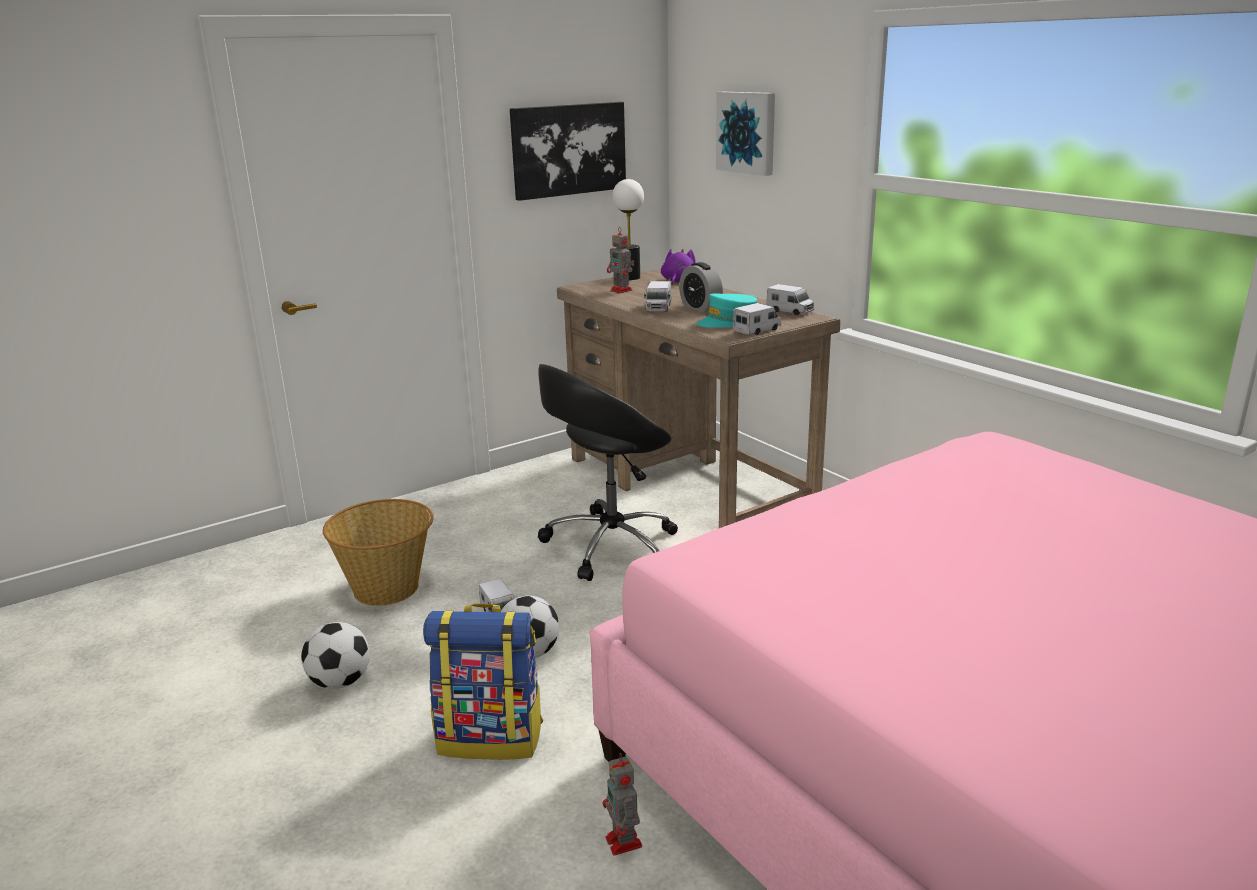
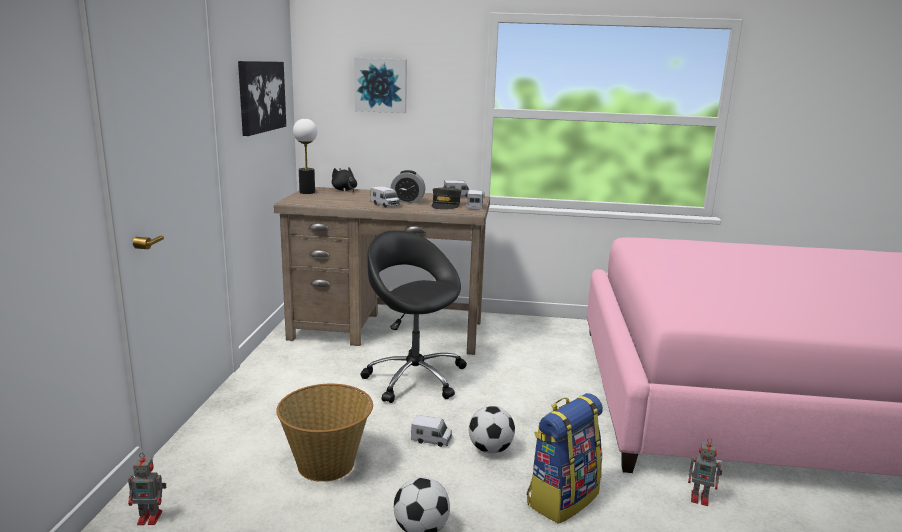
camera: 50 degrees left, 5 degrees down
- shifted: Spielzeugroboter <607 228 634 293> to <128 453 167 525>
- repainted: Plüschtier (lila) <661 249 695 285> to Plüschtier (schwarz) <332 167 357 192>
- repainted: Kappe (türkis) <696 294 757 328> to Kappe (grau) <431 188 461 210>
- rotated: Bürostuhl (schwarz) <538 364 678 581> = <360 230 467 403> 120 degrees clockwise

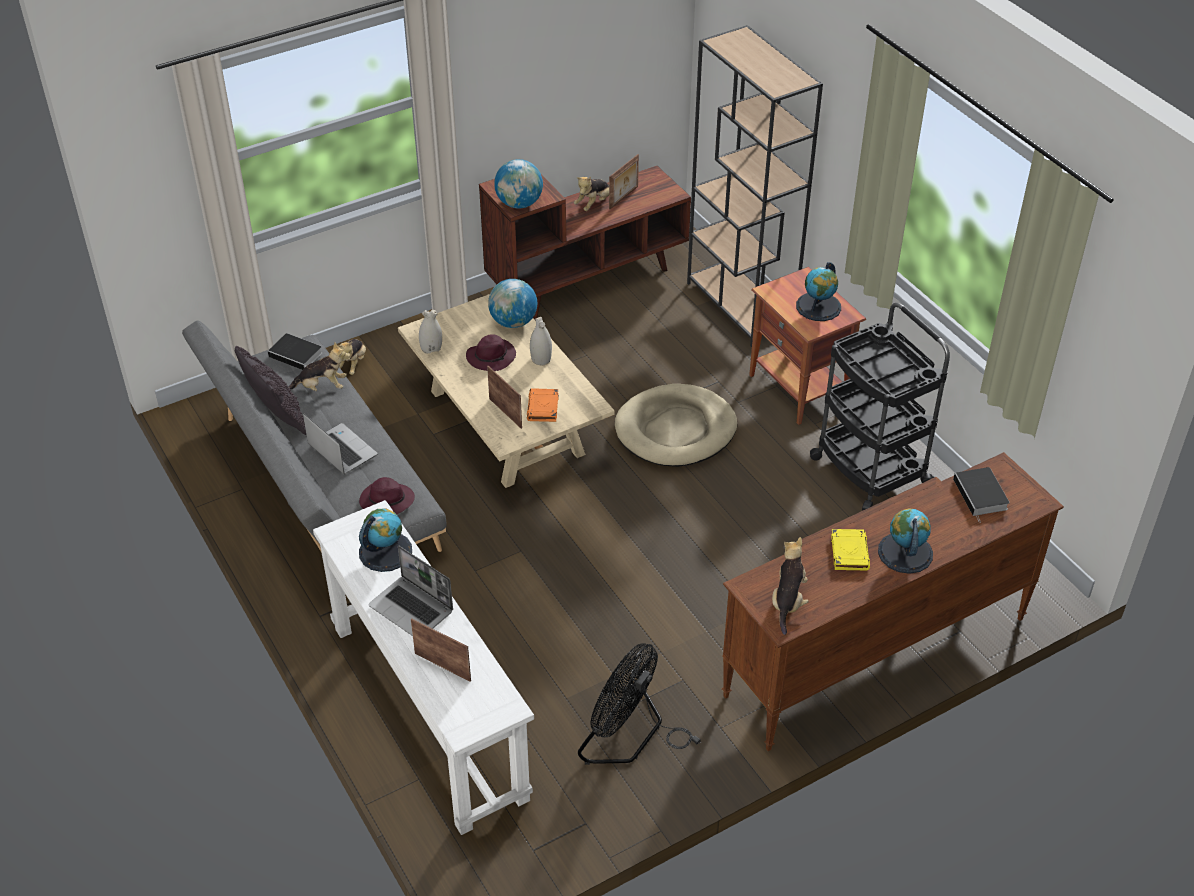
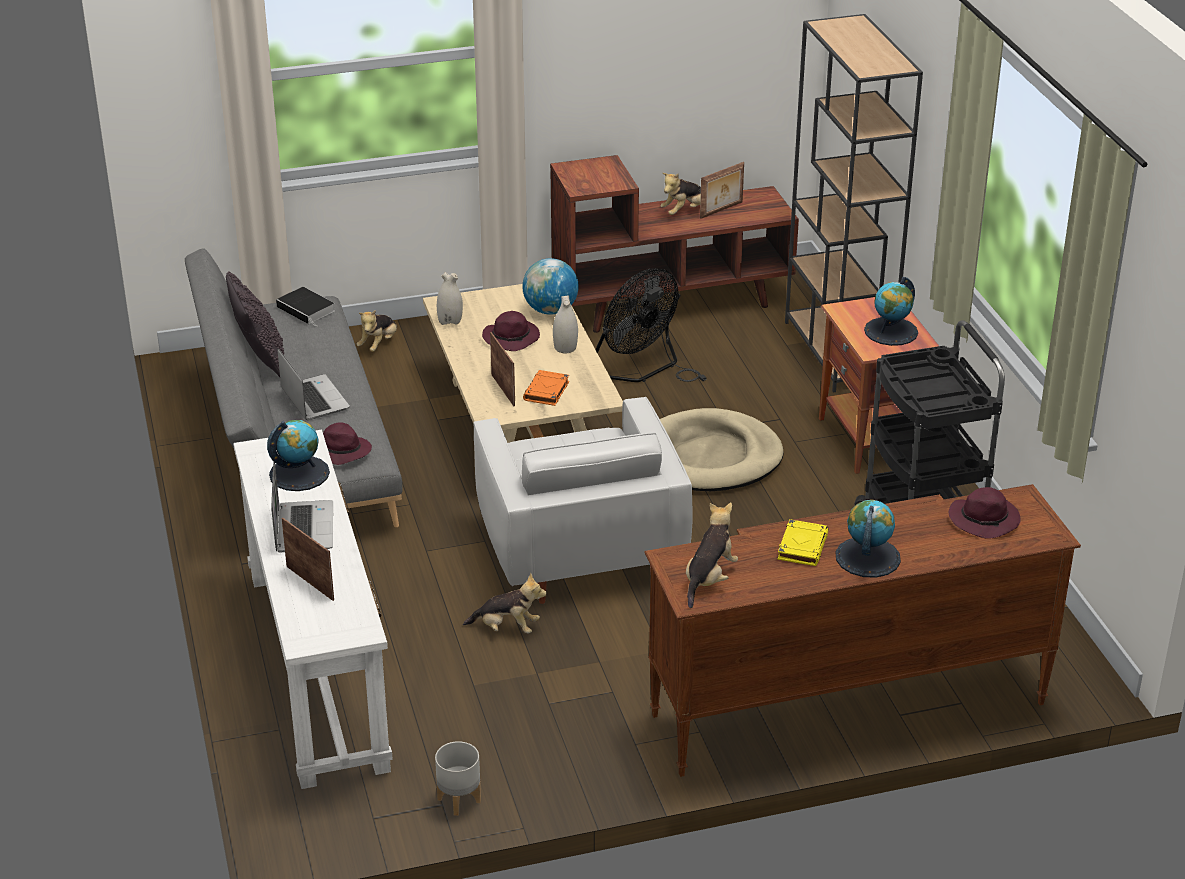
camera: 15 degrees right, 10 degrees down
- gone: Globus <494 159 543 208>
- shifted: Plüschtier <288 342 350 391> to <463 572 547 634>
- swapped: Buch <953 467 1010 523> to Hut (lila) <949 487 1021 539>
- rotated: Laptop <368 545 453 636> = <271 461 333 552> 150 degrees counterclockwise
- shifted: Ventilator (schwarz) <578 643 701 765> to <595 268 707 382>
- new: Sessel (weiß) <474 397 692 604>
- new: Pflanzkübel (grau) <435 741 481 816>

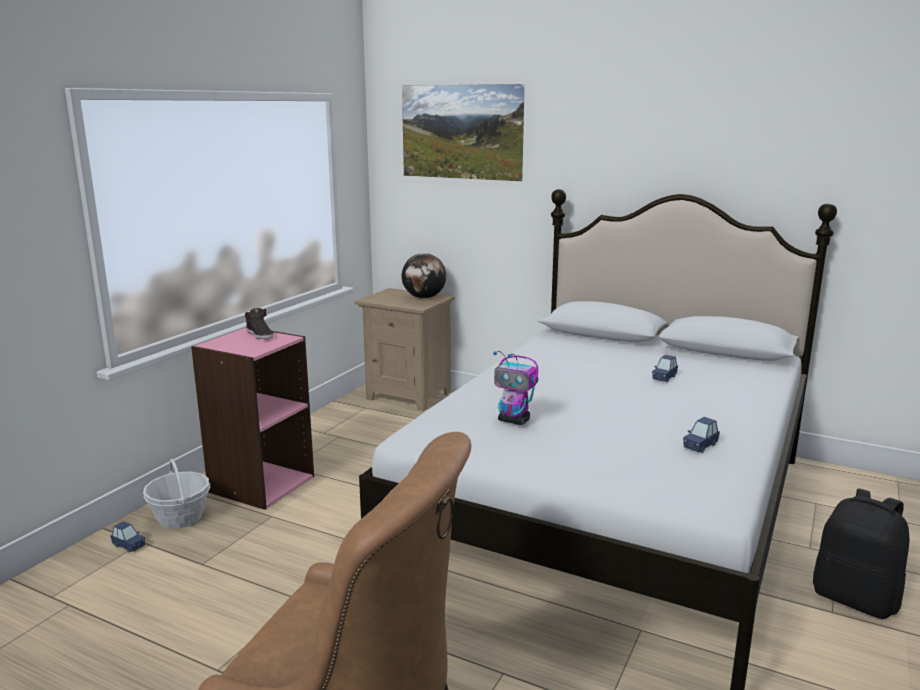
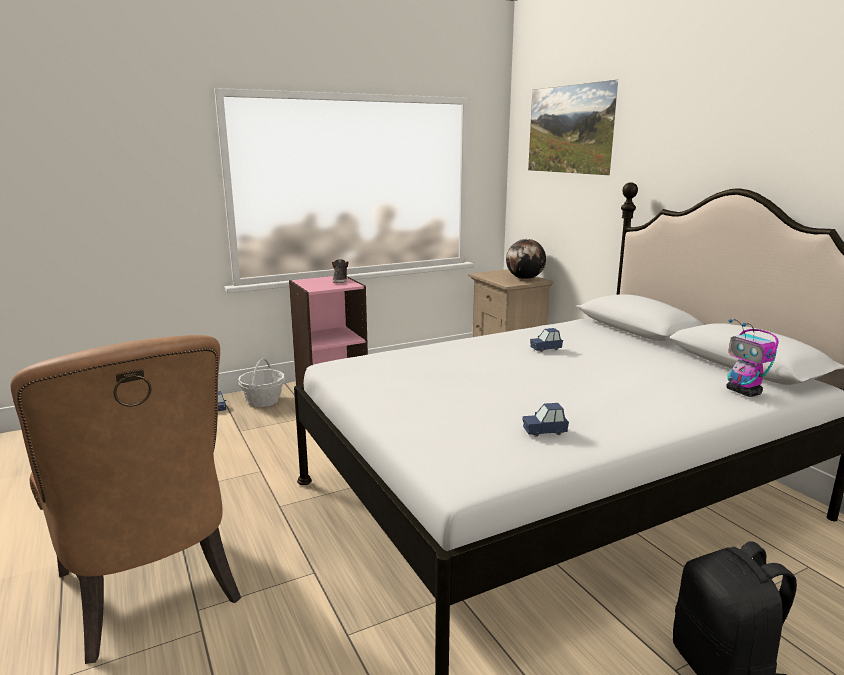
camera: 35 degrees right, 0 degrees up
- shifted: Spielzeugroboter <493 351 538 425> to <726 319 779 397>
- shifted: Spielzeugauto (blau) <652 355 678 382> to <530 328 563 352>

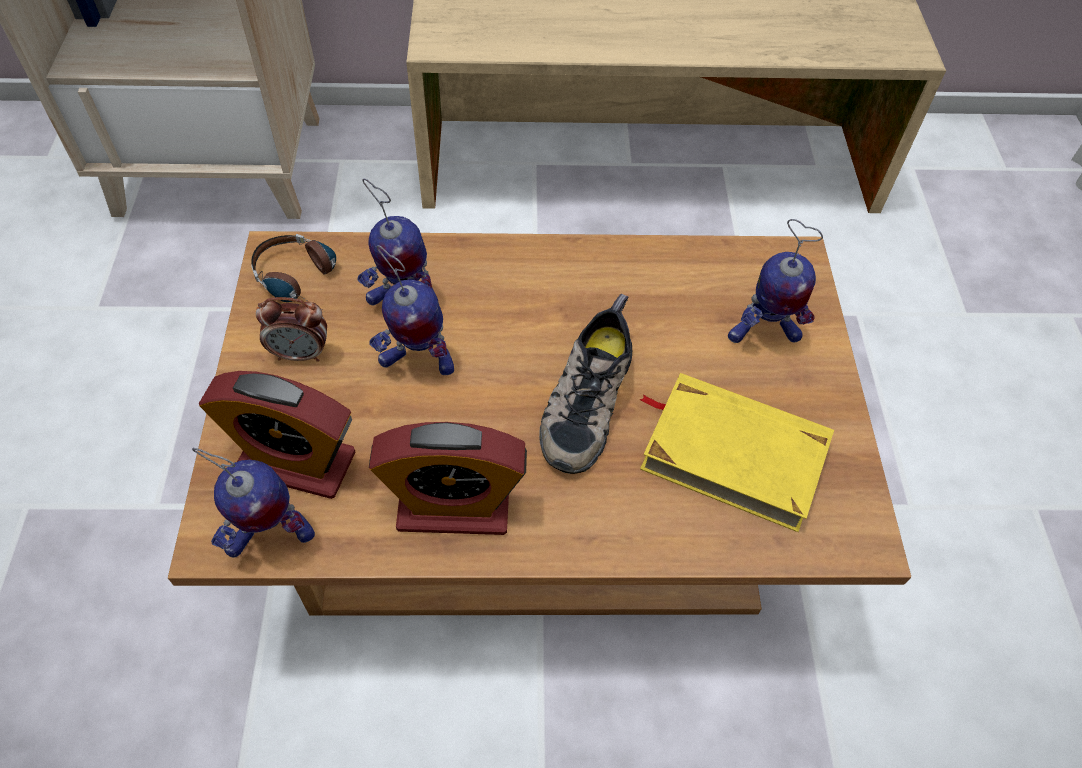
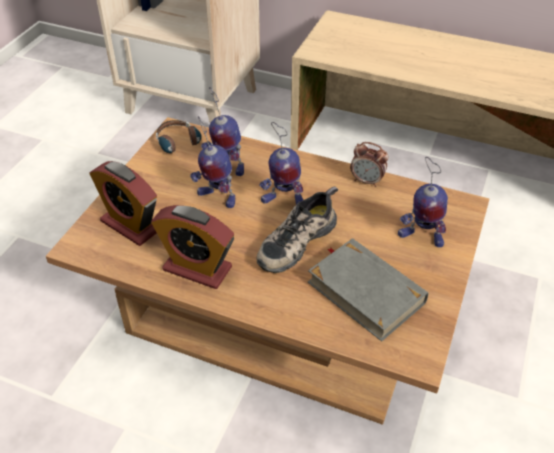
camera: 25 degrees right, 10 degrees down
- shifted: Wecker <256 297 327 362> to <350 142 388 187>
- repainted: Buch (gelb) <639 373 834 532> to Buch (grau) <308 238 428 341>
- shifted: Spielzeugroboter <192 448 315 558> to <259 122 303 205>

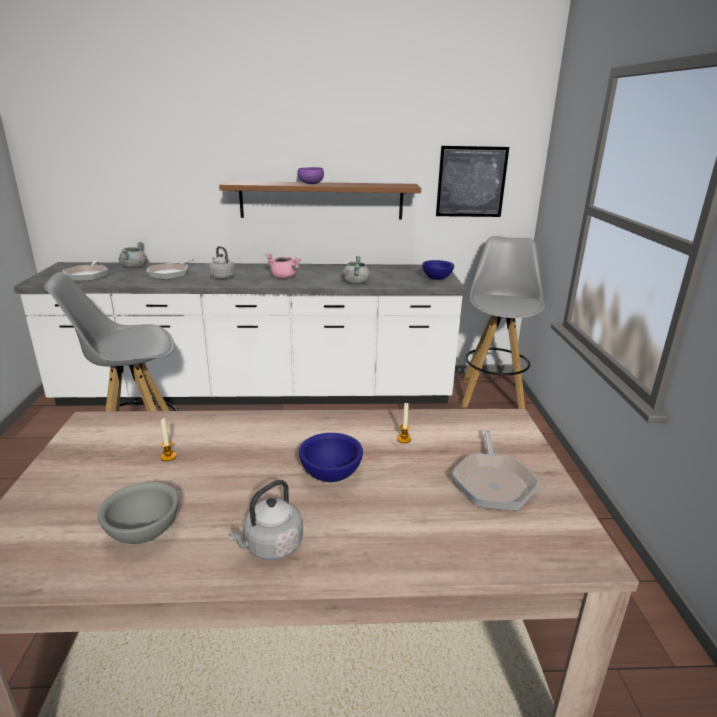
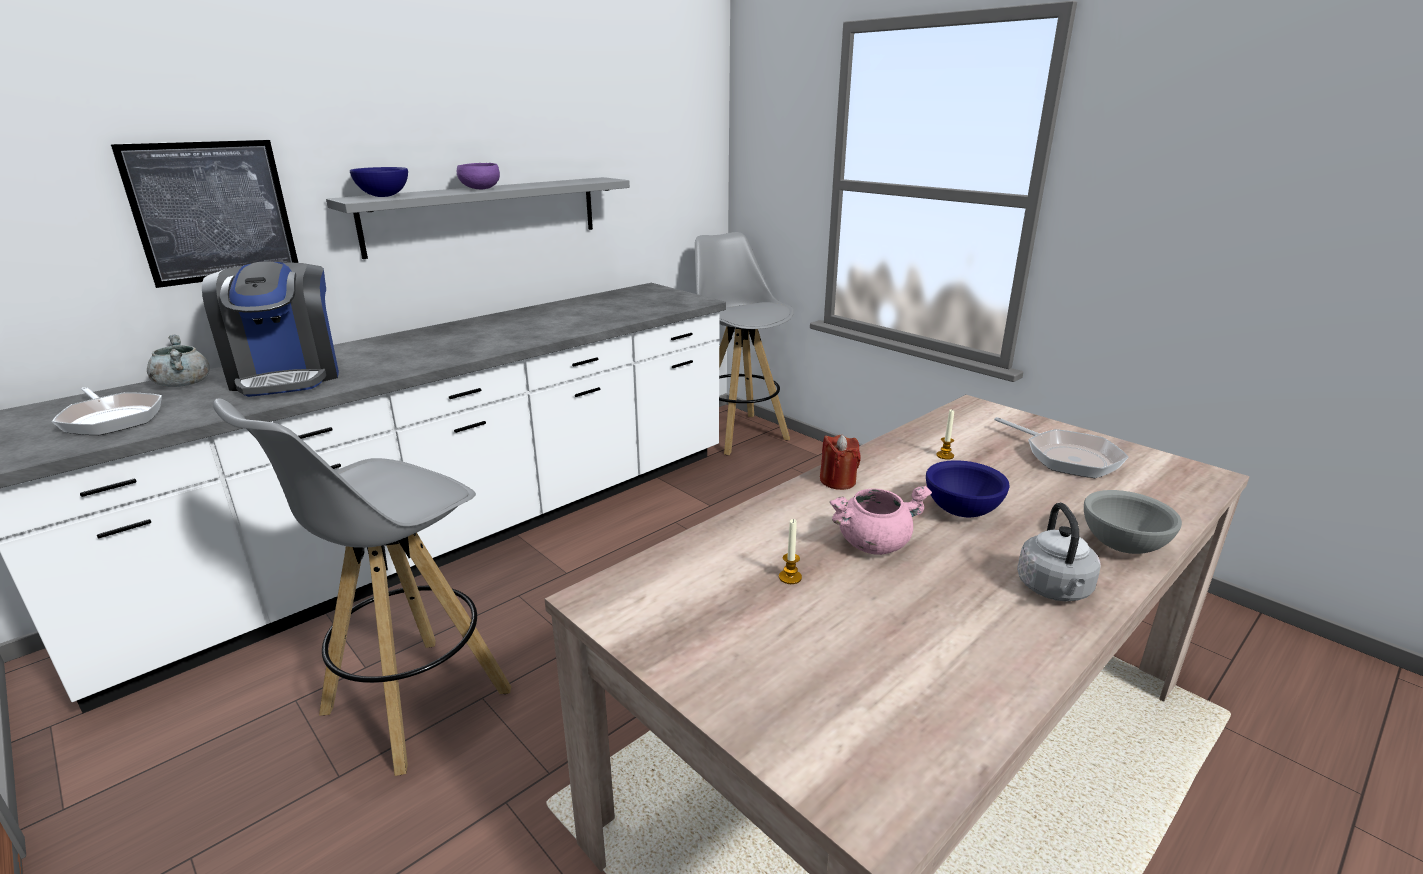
camera: 40 degrees left, 0 degrees up
- shifted: Bild <436 146 509 217> to <111 140 298 288>
- repainted: Wandregal (braun) <219 181 421 220> to Wandregal (grau) <326 177 630 259>
- gone: Wasserkessel (grau) <209 246 235 279>
- shifted: Kochtopf (rosa) <265 253 301 279> to <830 485 932 555>
- gone: Kochtopf (grau) <342 256 370 284>
- swapped: Pfanne <147 259 194 280> to Kaffeemaschine <202 261 339 397>
- shifted: Schüssel (blau) <422 260 454 280> to <350 167 408 197>
- shifted: Schüssel (grau) <98 482 178 544> to <1084 490 1182 554>
- new: Kerze (rot) <820 434 861 490>

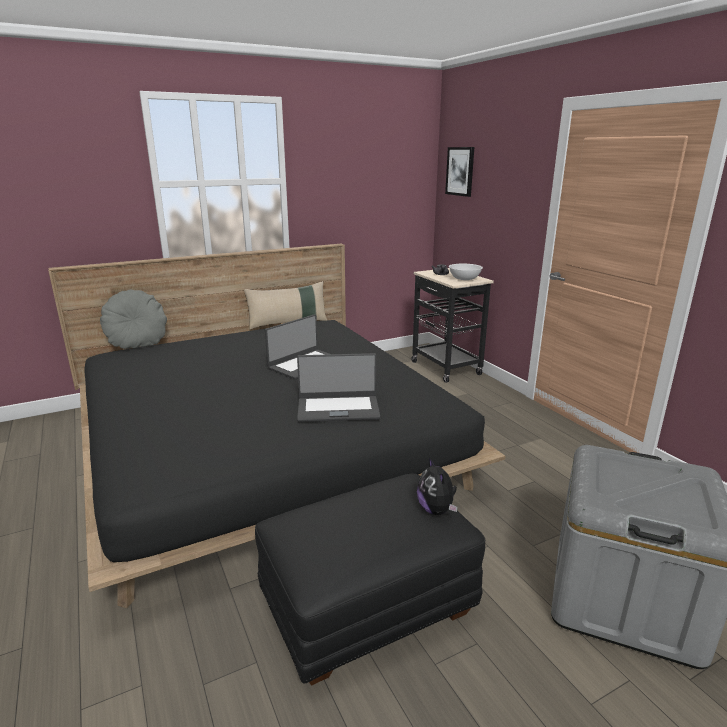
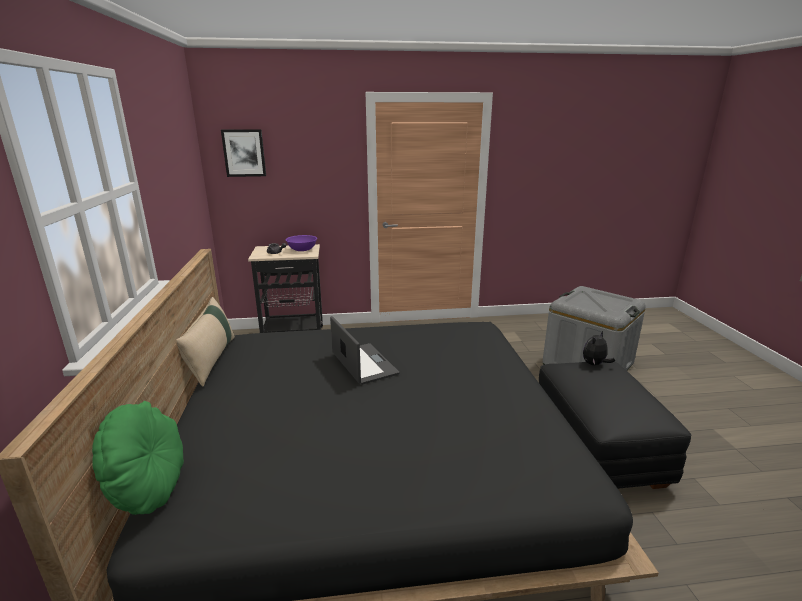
camera: 70 degrees left, 0 degrees up
- repainted: Schüssel (weiß) <449 264 483 280> to Schüssel (lila) <286 235 317 251>
- repainted: Kissen (grau) <100 290 167 349> to Kissen (grün) <92 401 184 515>
- gone: Laptop <297 353 380 422>
- rotated: Plüschtier <417 457 458 515> = <583 331 615 365> 135 degrees clockwise

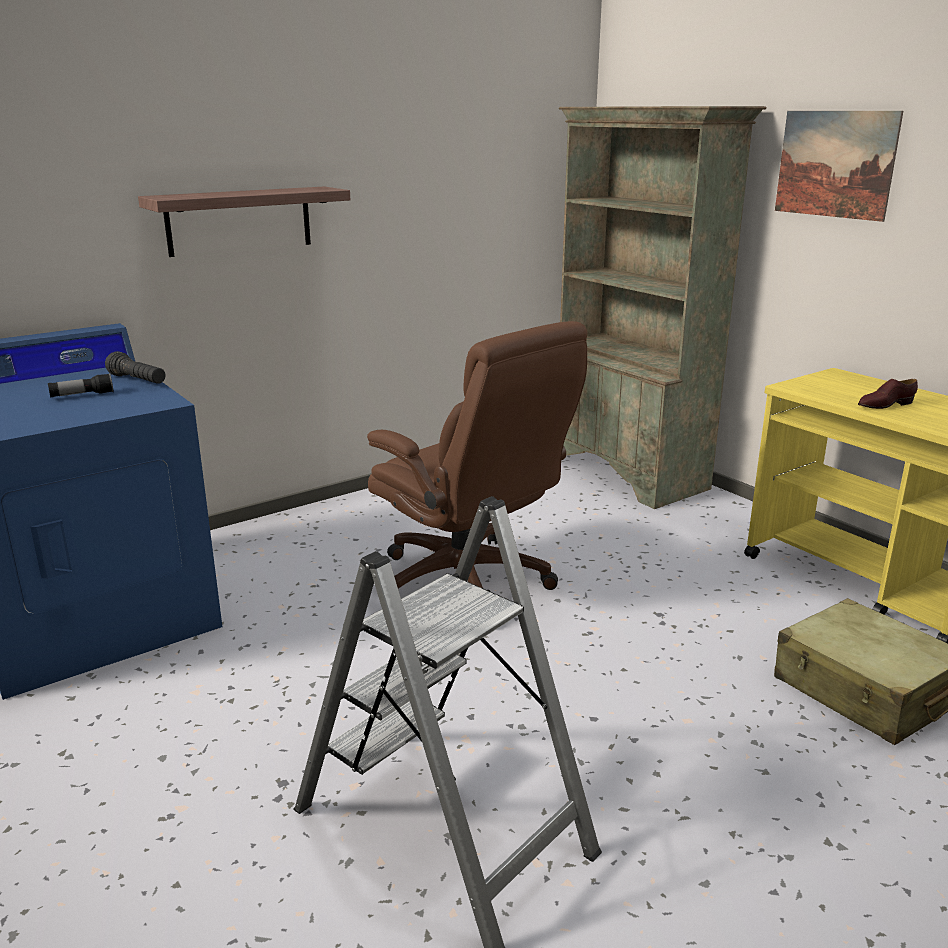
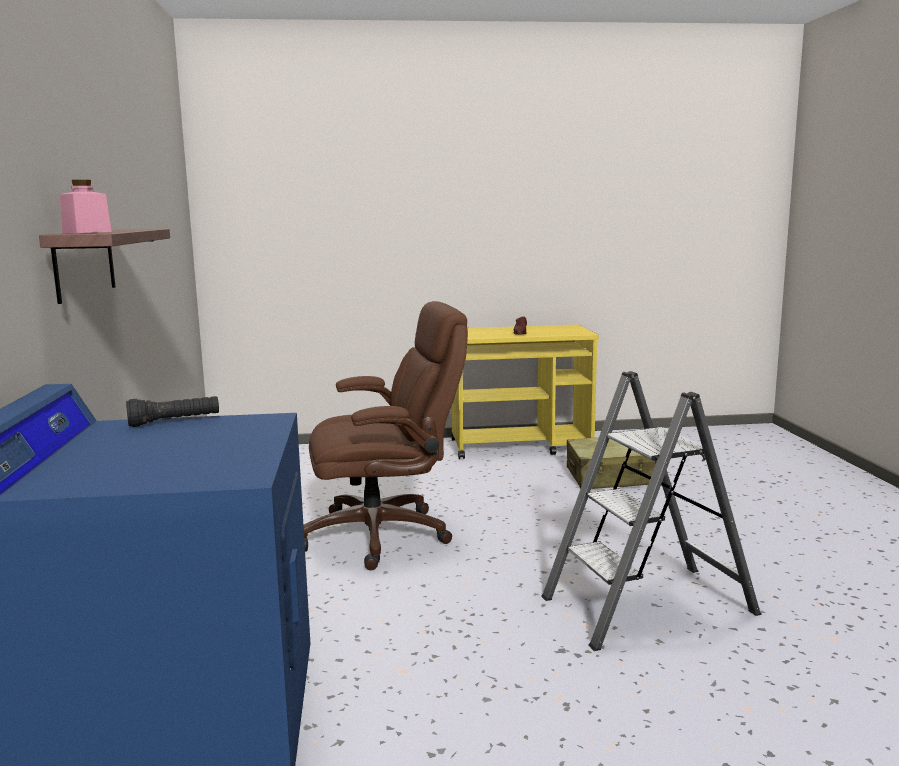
camera: 60 degrees left, 10 degrees down
- gone: Bücherregal (grün) <559 106 766 509>
- gone: Bild <775 111 903 222>
- gone: Taschenlampe <48 373 114 398>
- new: Vorratsglas (rosa) <60 180 112 233>

